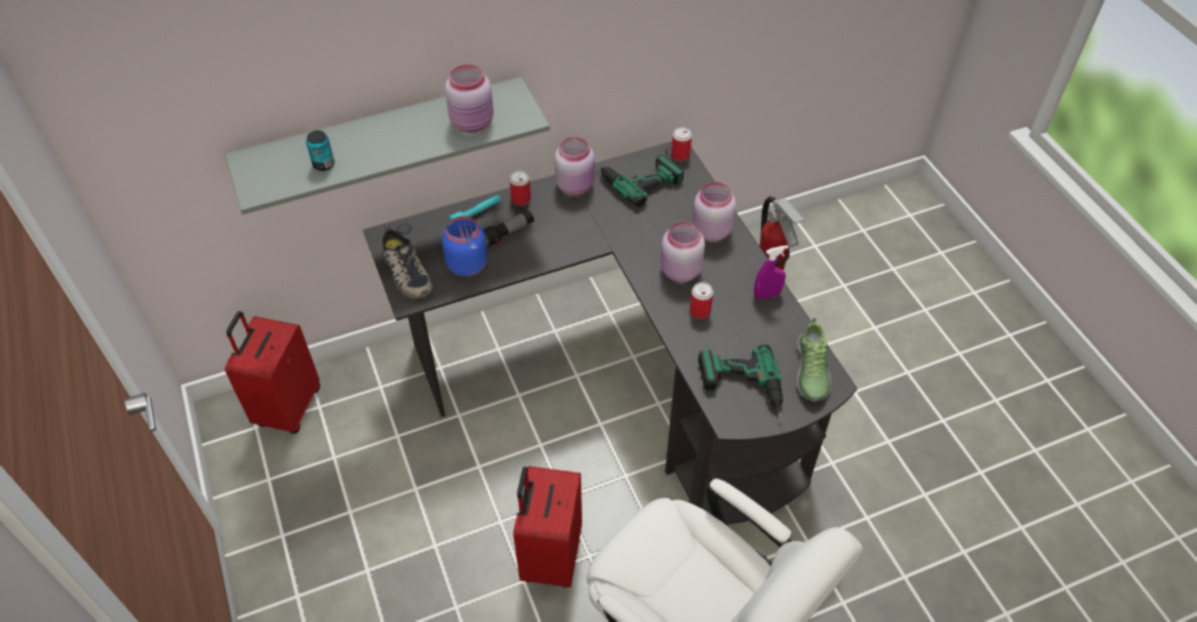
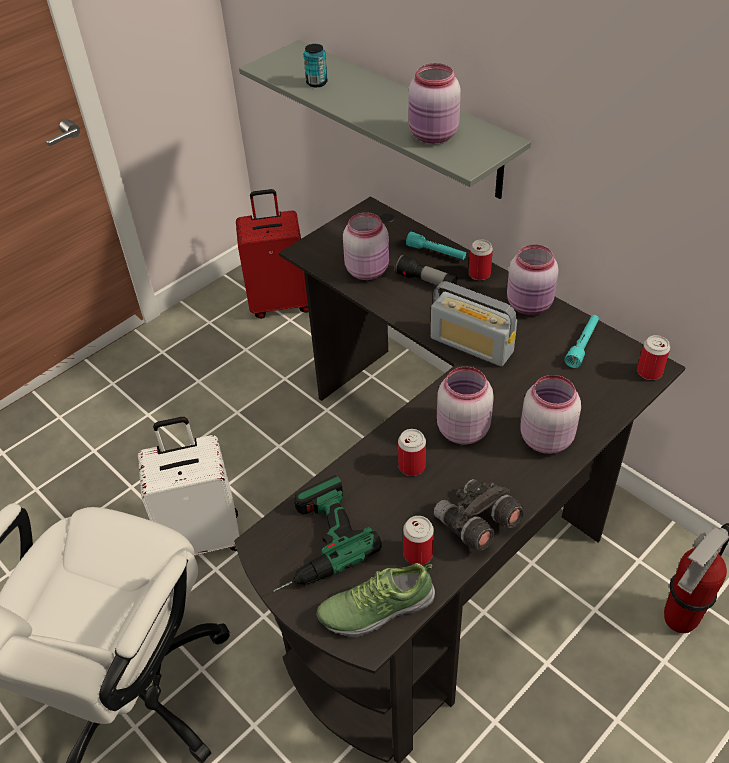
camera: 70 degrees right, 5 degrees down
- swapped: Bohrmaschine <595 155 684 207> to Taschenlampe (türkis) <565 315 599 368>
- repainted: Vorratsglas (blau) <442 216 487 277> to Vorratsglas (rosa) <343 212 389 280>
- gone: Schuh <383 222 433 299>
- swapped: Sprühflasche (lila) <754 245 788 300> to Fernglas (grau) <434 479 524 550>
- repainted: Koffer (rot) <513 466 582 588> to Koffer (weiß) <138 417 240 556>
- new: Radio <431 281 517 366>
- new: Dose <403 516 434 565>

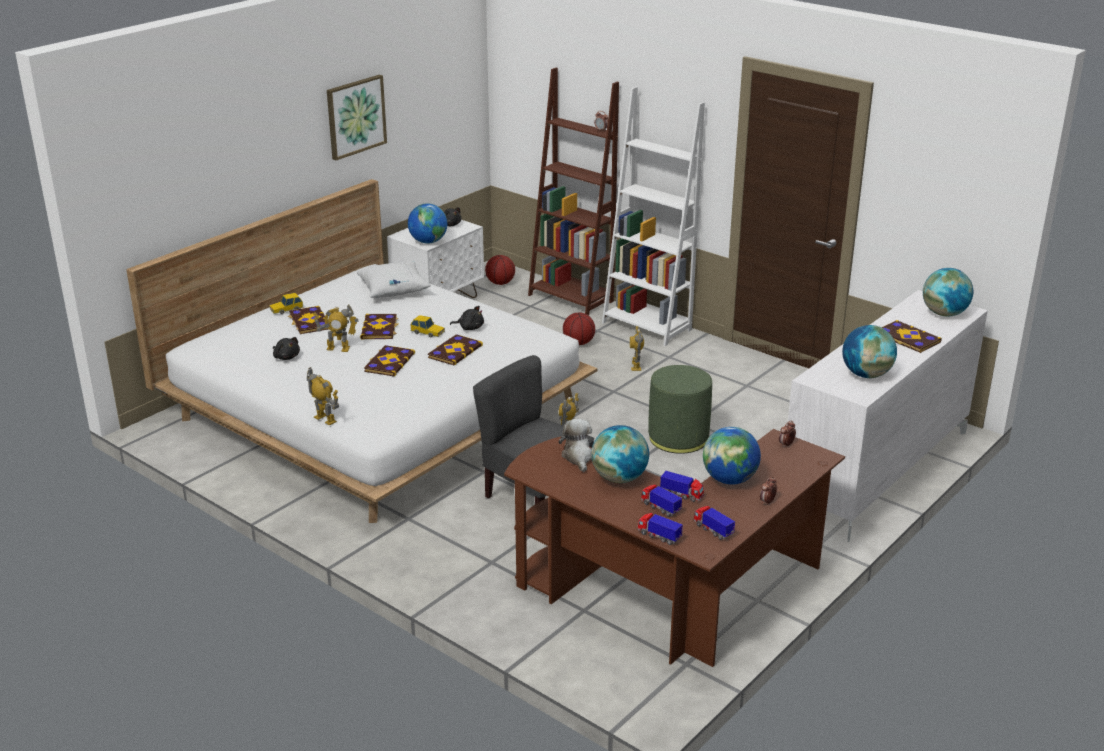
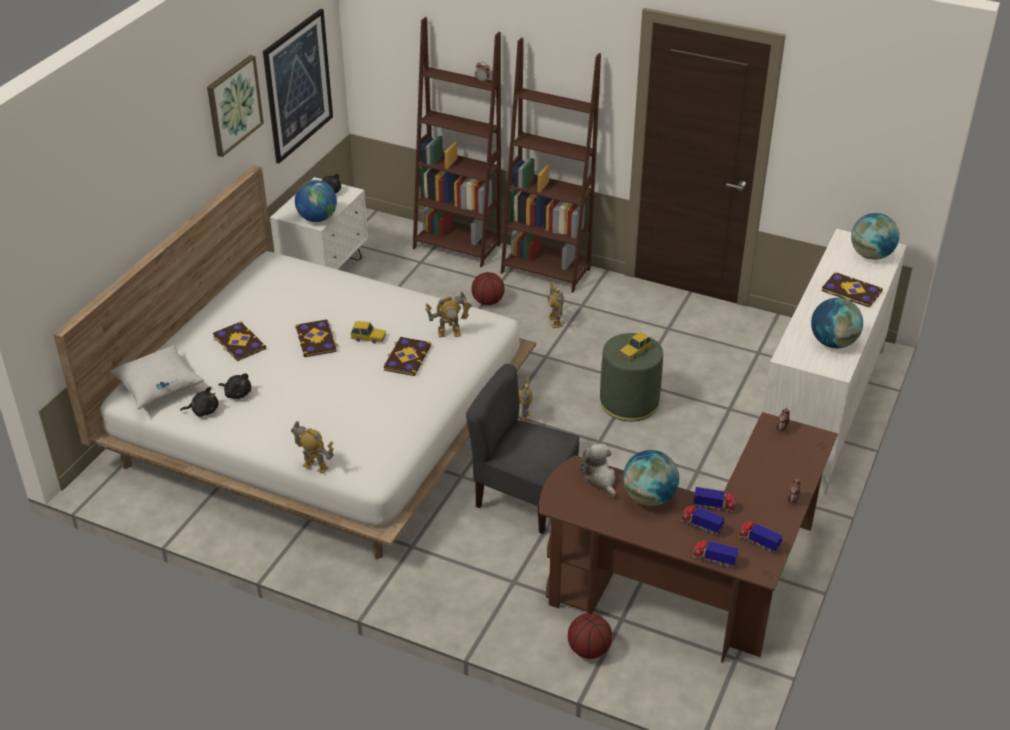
camera: 15 degrees left, 10 degrees up
- repainted: Bücherregal (weiß) <602 87 705 346> to Bücherregal (braun) <501 37 601 293>
- shifted: Basketball <485 255 515 285> to <568 613 612 659>
- shifted: Kissen (grau) <357 262 431 298> to <110 345 204 409>
- shifted: Spielzeugauto <269 293 303 314> to <619 332 652 360>
- shifted: Spielzeugroboter <313 304 358 352> to <425 291 472 337>
- shifted: Plüschtier (schwarz) <450 306 484 330> to <180 387 219 417>
- gone: Buch <364 345 415 376>
- gone: Globus <703 427 761 485>
- new: Bild <263 9 333 163>

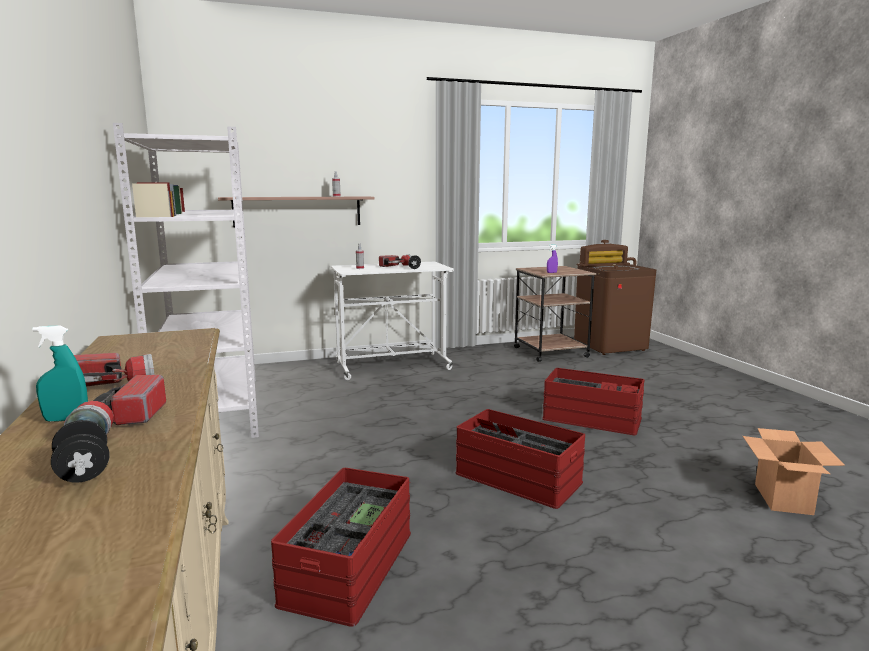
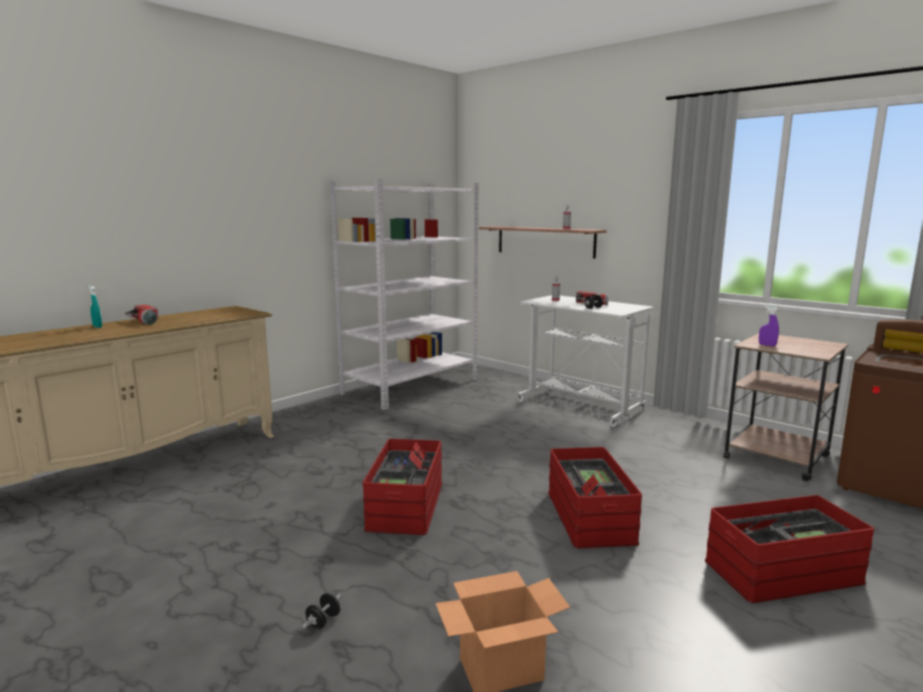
camera: 60 degrees right, 0 degrees up
- gone: Taschenlampe <64 375 166 435>
- shifted: Hantel (schwarz) <51 420 110 483> to <302 593 341 629>
- shifted: Aufbewahrungsbox (rot) <271 468 411 627> to <705 495 874 603>

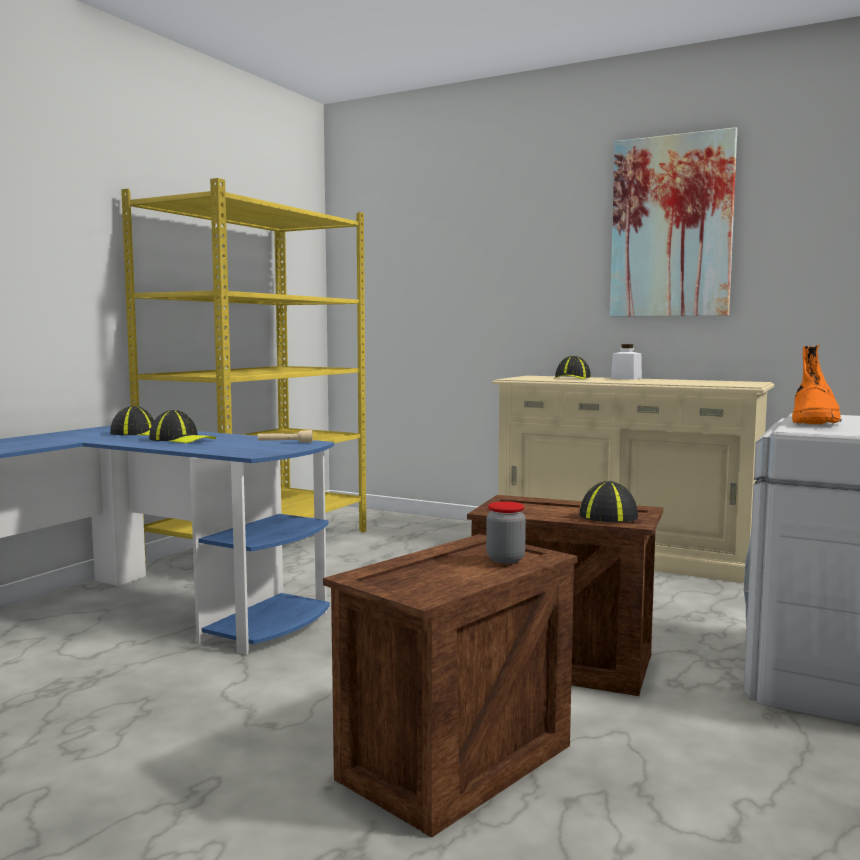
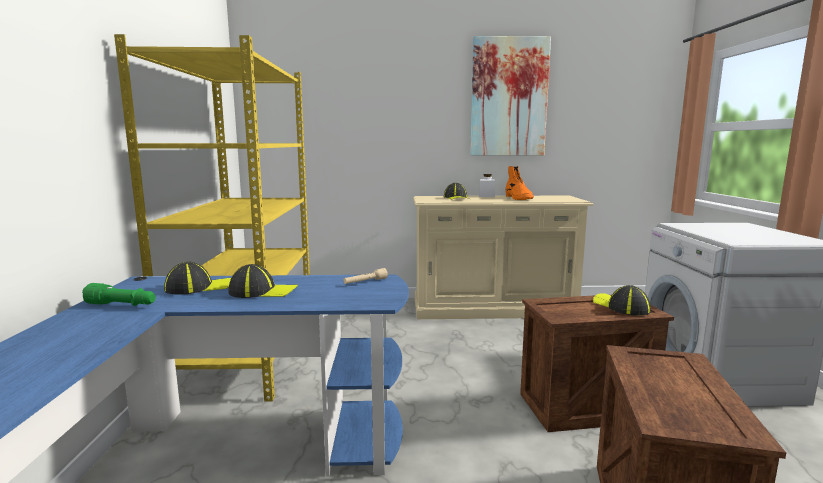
camera: 30 degrees left, 5 degrees up
- shifted: Stiefel (orange) <792 345 842 424> to <505 166 534 200>
- gone: Vorratsglas <486 501 526 563>
- new: Taschenlampe (grün) <82 283 156 306>

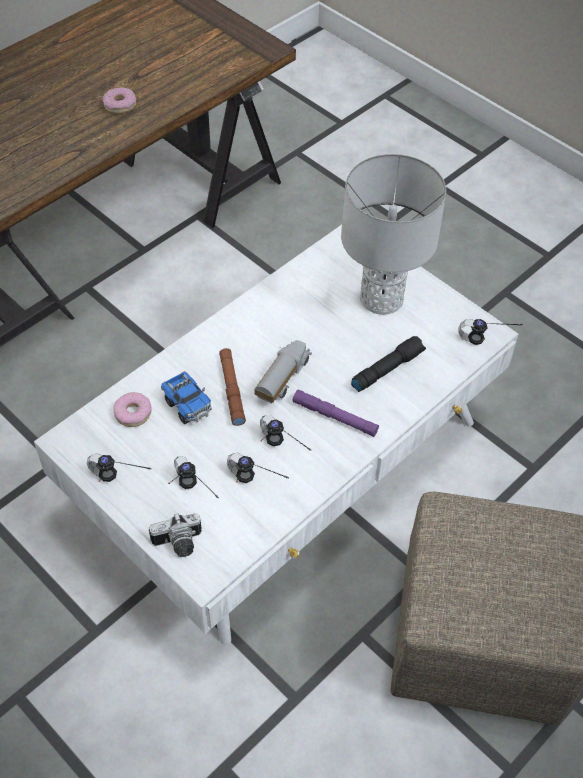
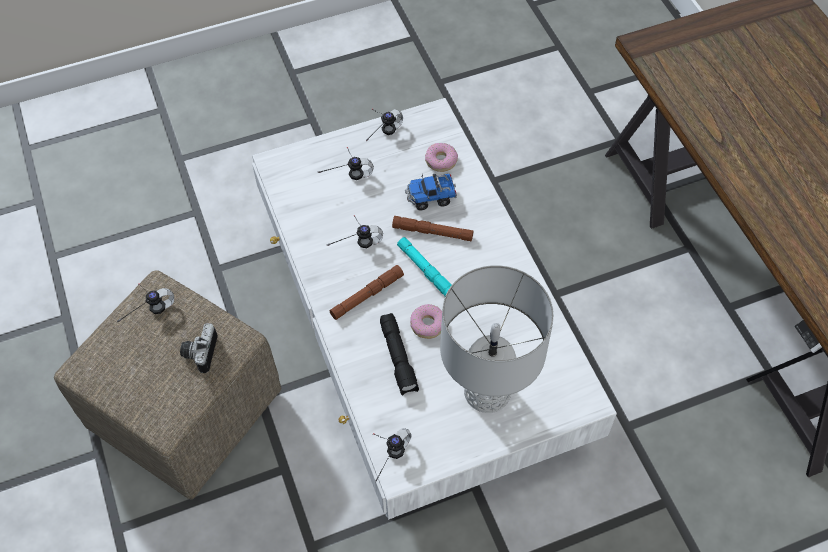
camera: 115 degrees right, 5 degrees up
- shifted: Donut <102 87 136 114> to <410 304 442 339>
- swapped: Spielzeuglaster <254 340 312 403> to Taschenlampe (türkis) <397 237 451 296>
- repainted: Taschenlampe (lila) <292 389 379 437> to Taschenlampe (braun) <329 265 404 320>
- shifted: Kopfhörer <227 452 289 483> to <117 283 174 322>
- shifted: Kamera <149 513 201 557> to <180 323 218 373>

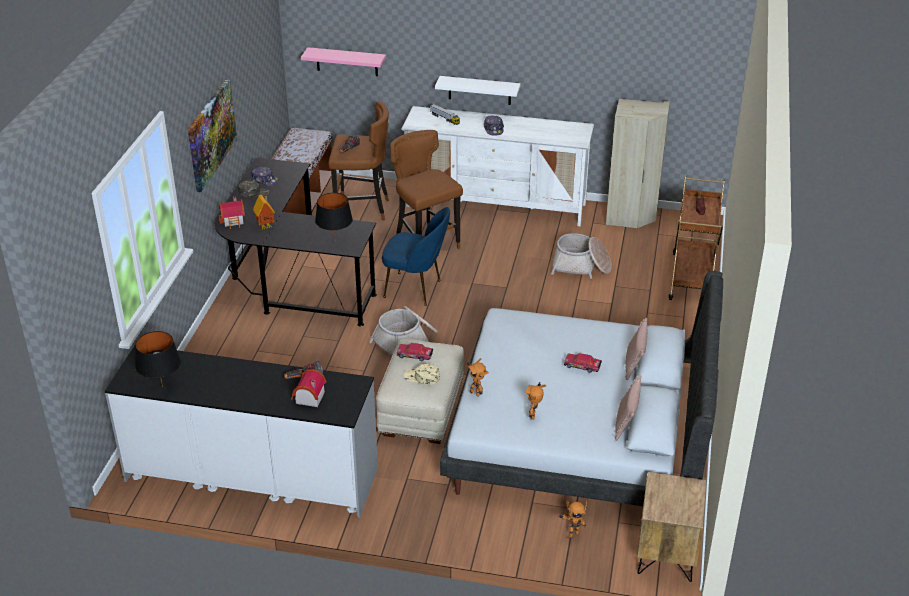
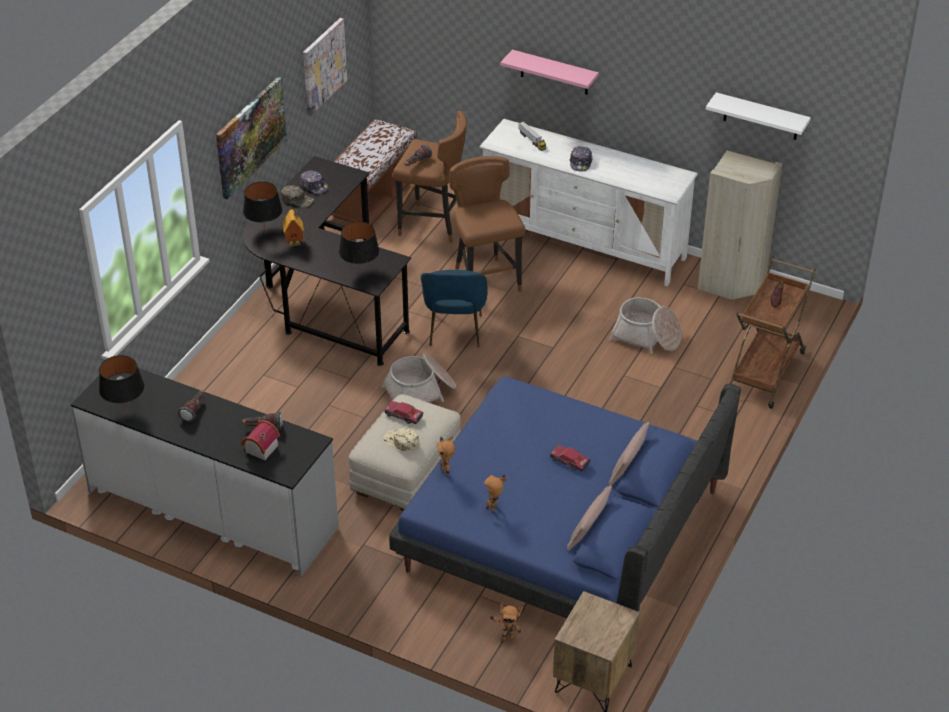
camera: 15 degrees right, 5 degrees up
- shifted: Wandregal (rosa) <301 47 386 76> to <500 50 599 95>
- shifted: Wandregal (weiß) <435 76 520 105> to <706 92 811 140>
- swapped: Spielzeughaus <218 197 245 229> to Tischlampe (schwarz) <243 181 282 231>
- rotated: Stuhl (blau) <382 207 450 306> = <421 270 487 347> 60 degrees clockwise
- repainted: Bett (grau) <440 271 723 506> to Bett (blau) <389 377 741 618>
- new: Bild <303 18 347 115>
- new: Taschenlampe <178 390 205 422>

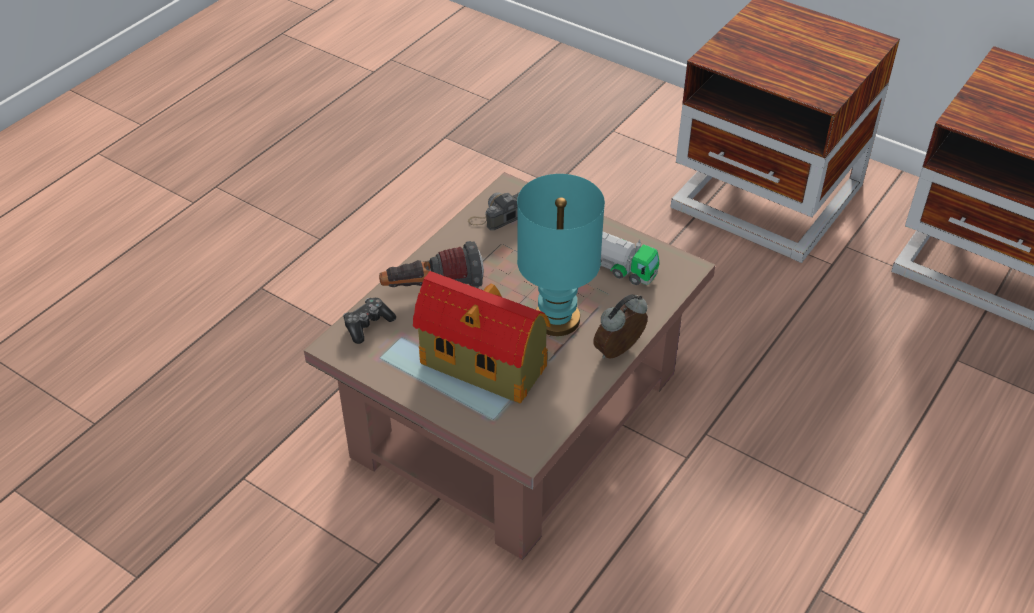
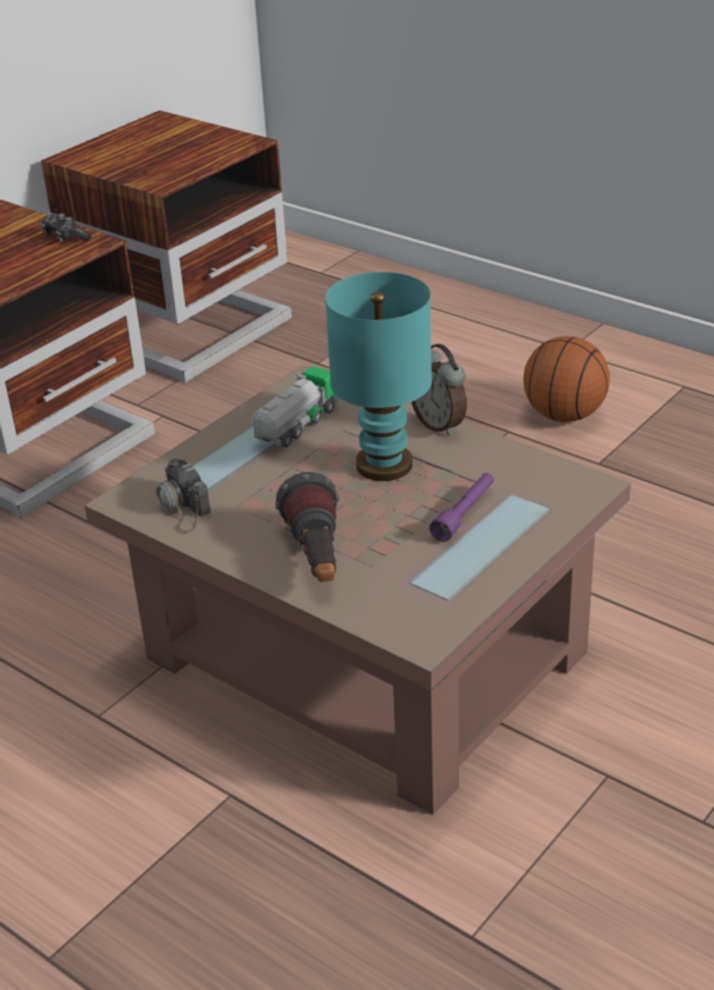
camera: 85 degrees left, 10 degrees down
- swapped: Spielzeughaus <413 271 551 404> to Taschenlampe (lila) <429 473 494 542>
- shifted: Gamepad <343 298 396 344> to <40 213 91 243>
- new: Basketball <523 336 610 422>

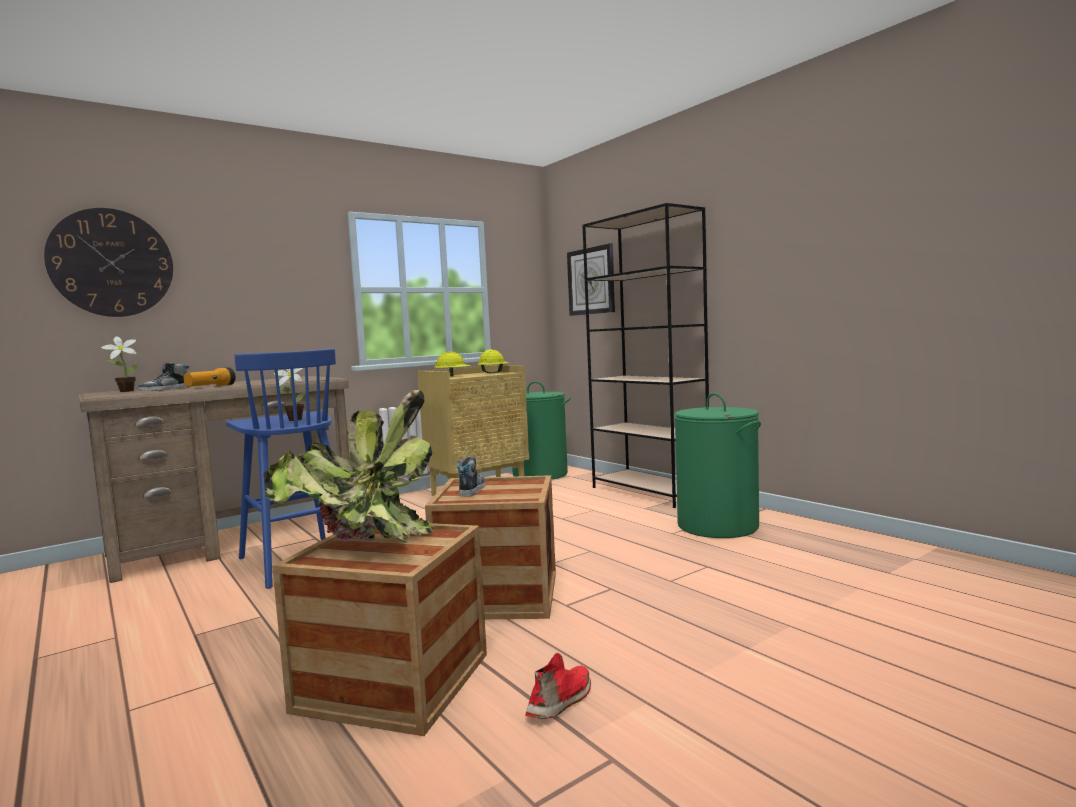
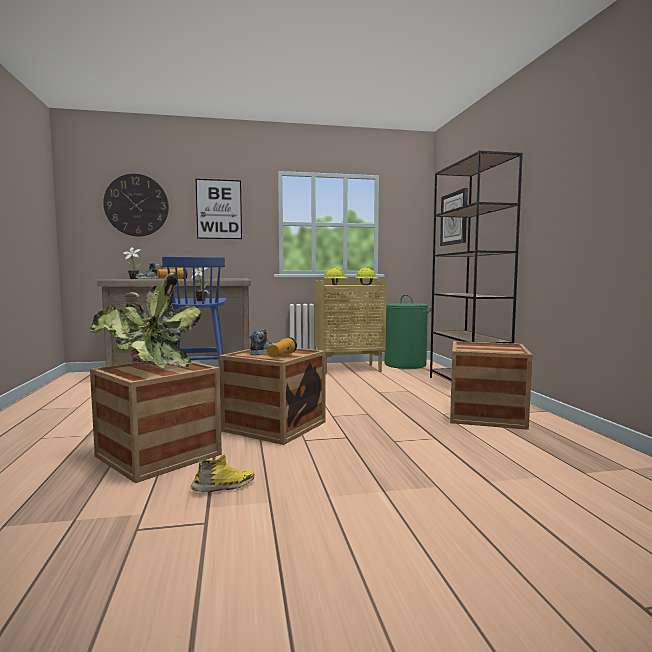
camera: 25 degrees right, 0 degrees up
- swapped: Wäschekorb (grün) <674 393 761 538> to Kiste <450 341 532 430>
- repainted: Schuh (rot) <525 653 591 719> to Schuh (gelb) <190 454 254 492>
- new: Bild <196 179 242 239>
- new: Taschenlampe <267 337 297 357>

